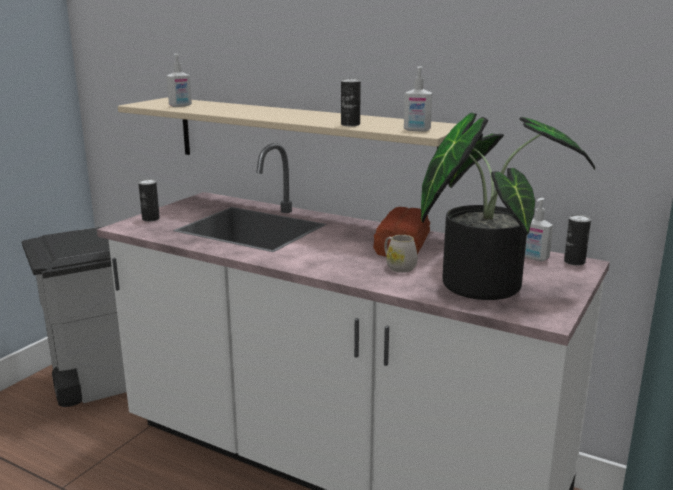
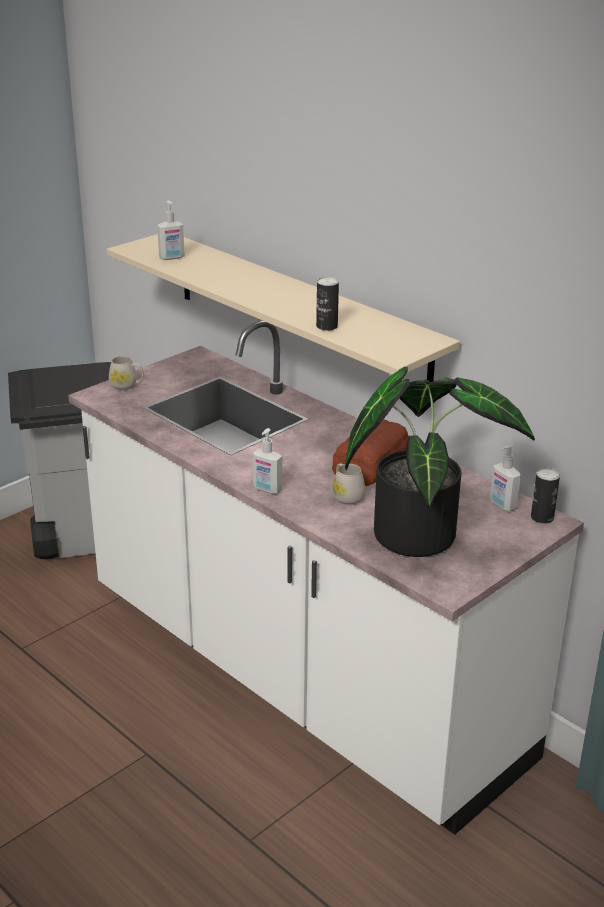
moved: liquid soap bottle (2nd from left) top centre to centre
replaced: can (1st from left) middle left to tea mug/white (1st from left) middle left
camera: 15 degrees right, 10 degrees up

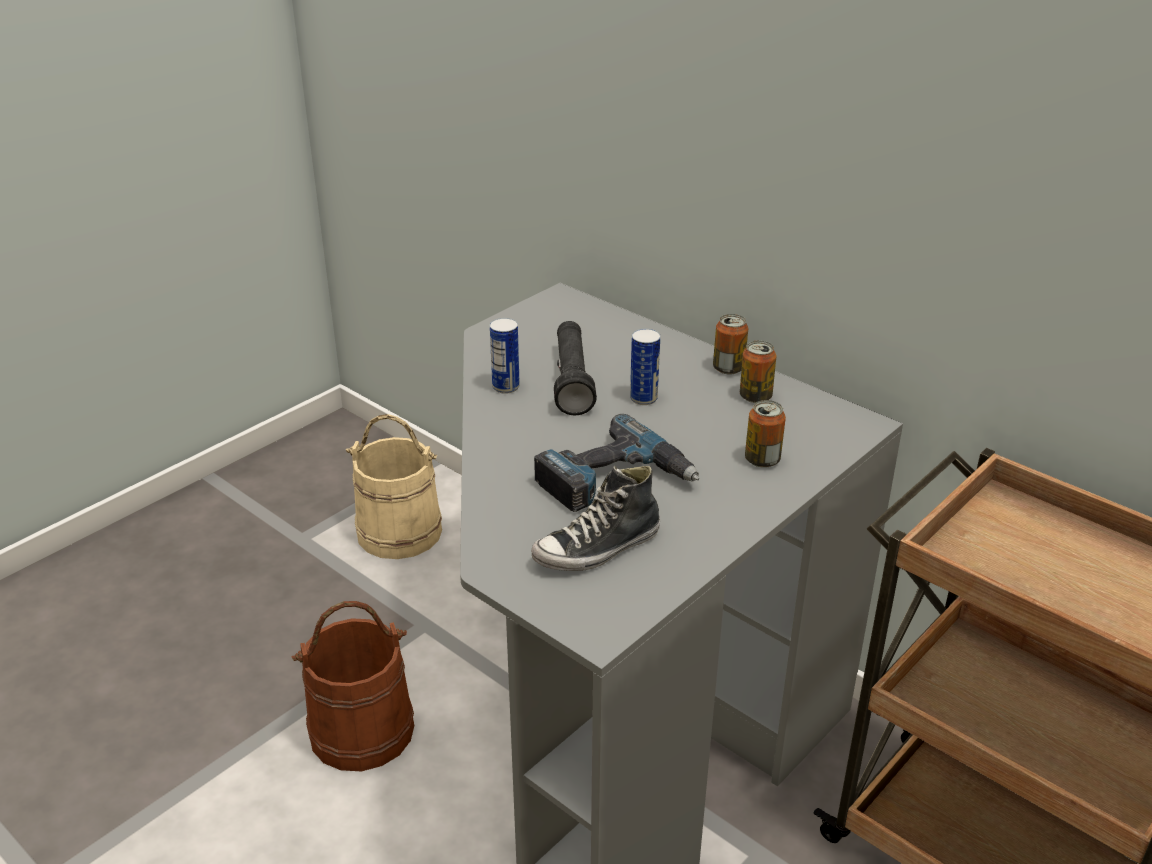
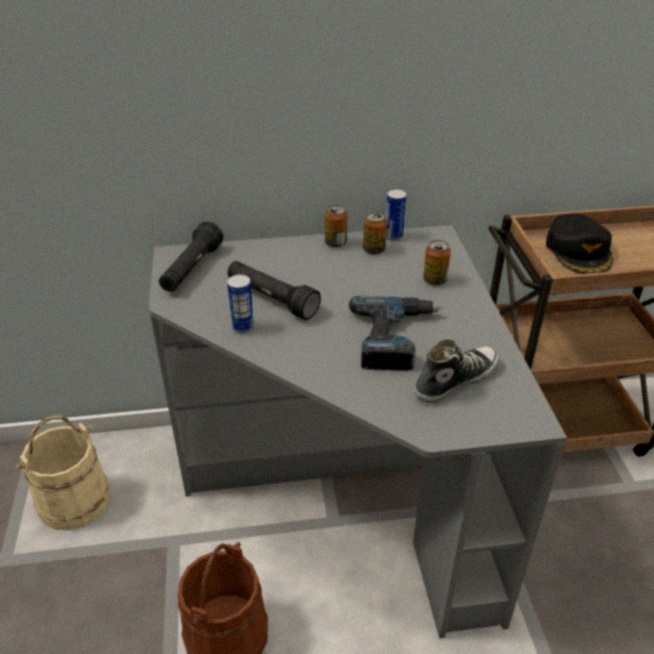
added: flashlight/blackish (1st from left) middle left; baseball cap/blackish middle right
moved: can (2nd from left in the first image) centre to can (4th from left) top centre
turned: low shoe centre = middle right 135 degrees counterclockwise
camera: 50 degrees left, 5 degrees up

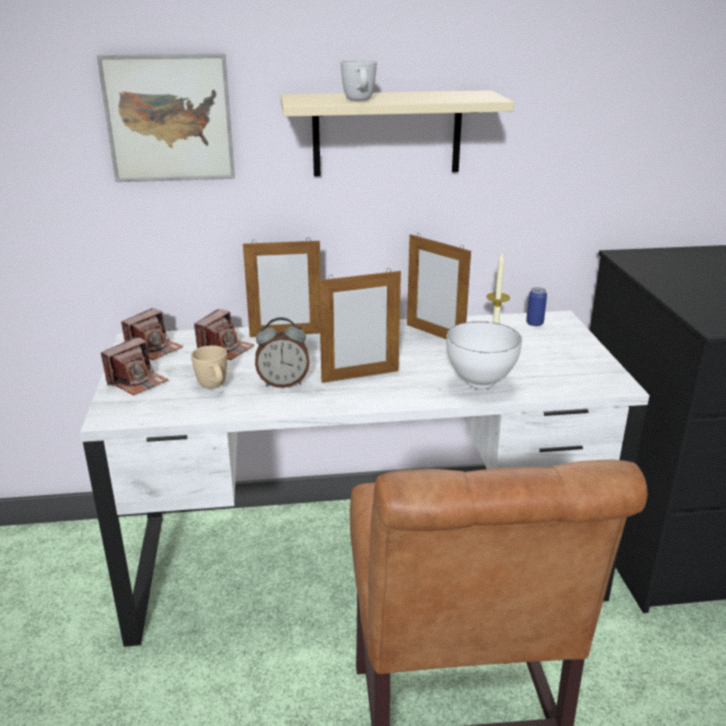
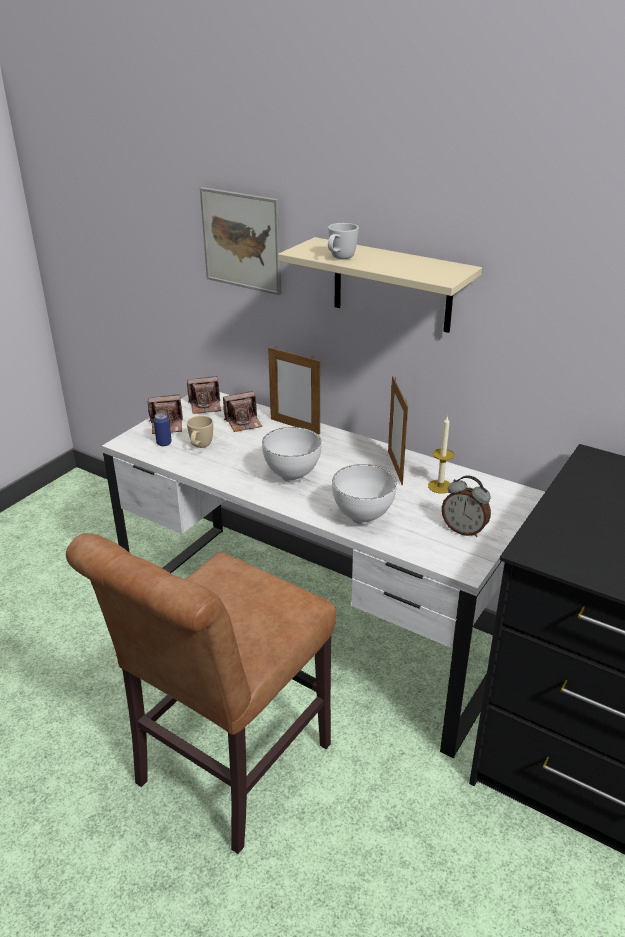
moved: bedside clock centre to middle right; can middle right to middle left
replaced: photo frame (2nd from left) centre to bowl/white (1st from left) centre
camera: 40 degrees right, 5 degrees up

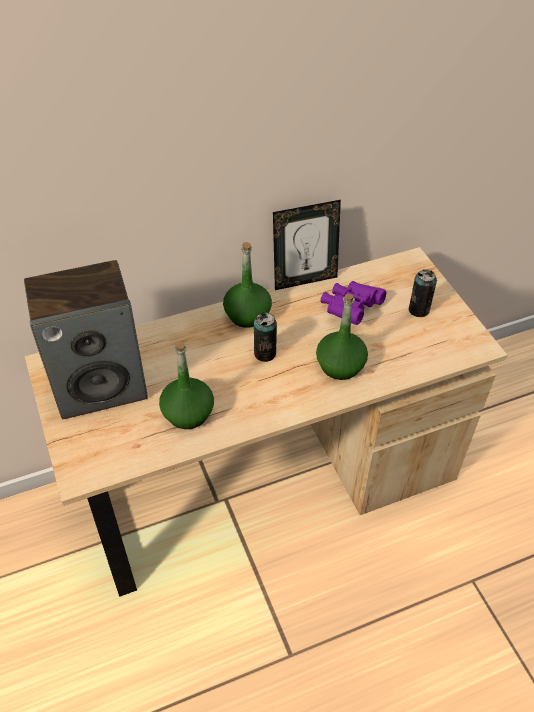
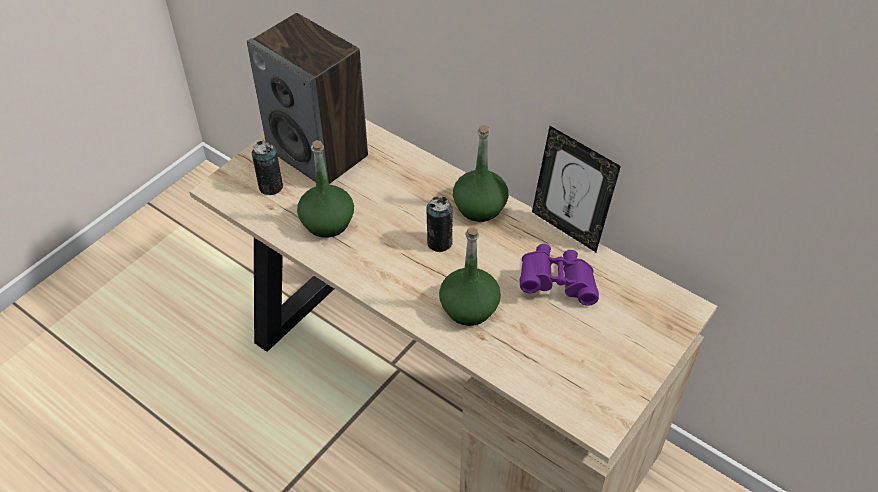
moved: can (2nd from left in the first image) middle right to can (1st from left) middle left
camera: 60 degrees right, 0 degrees up

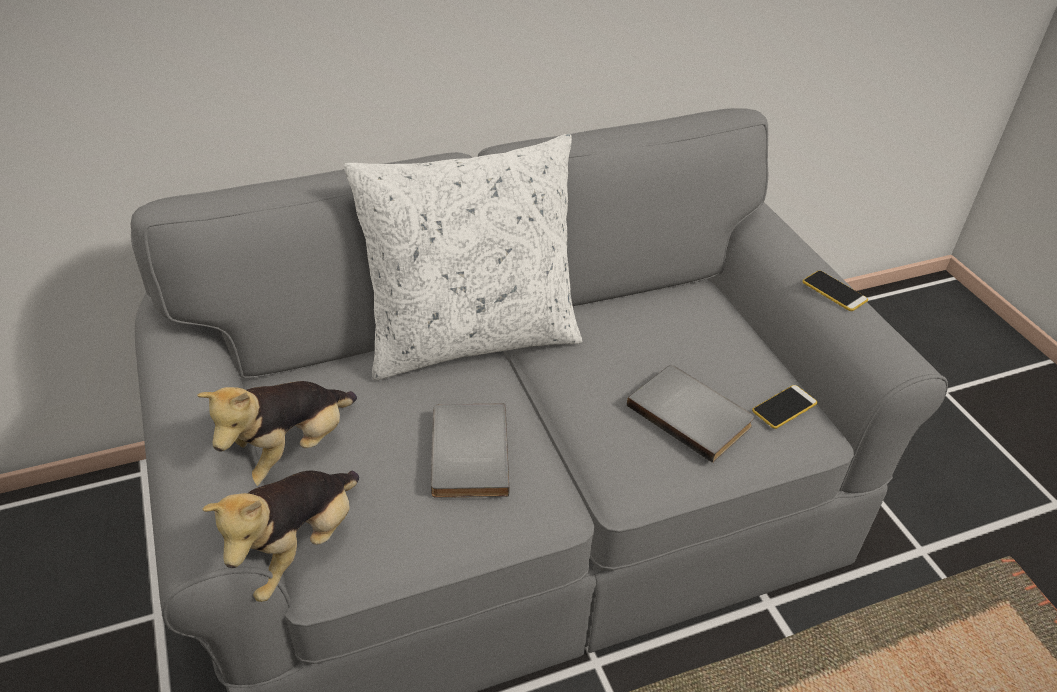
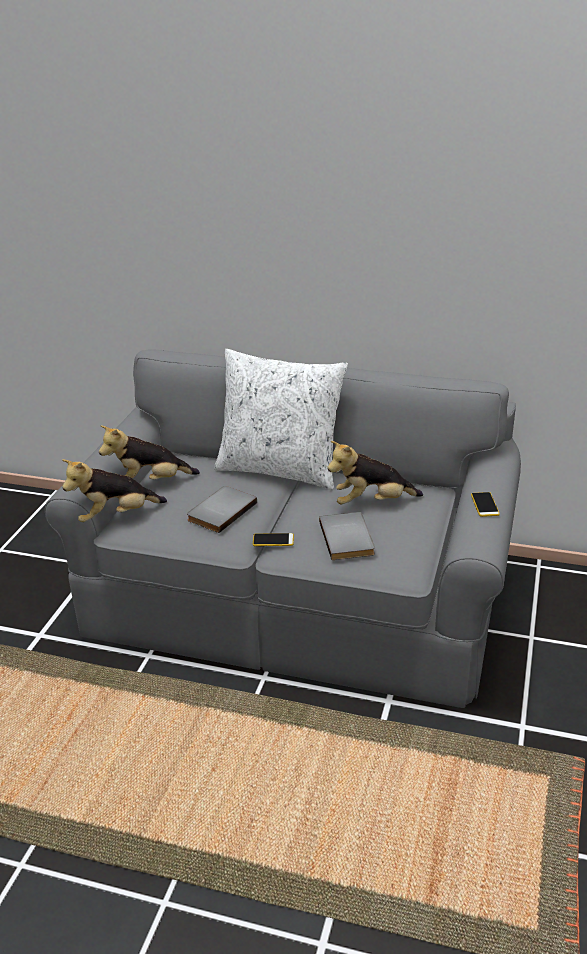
added: cuddly toy (3rd from left) centre
moved: handset (1st from left) middle right to centre
camera: 40 degrees right, 10 degrees down

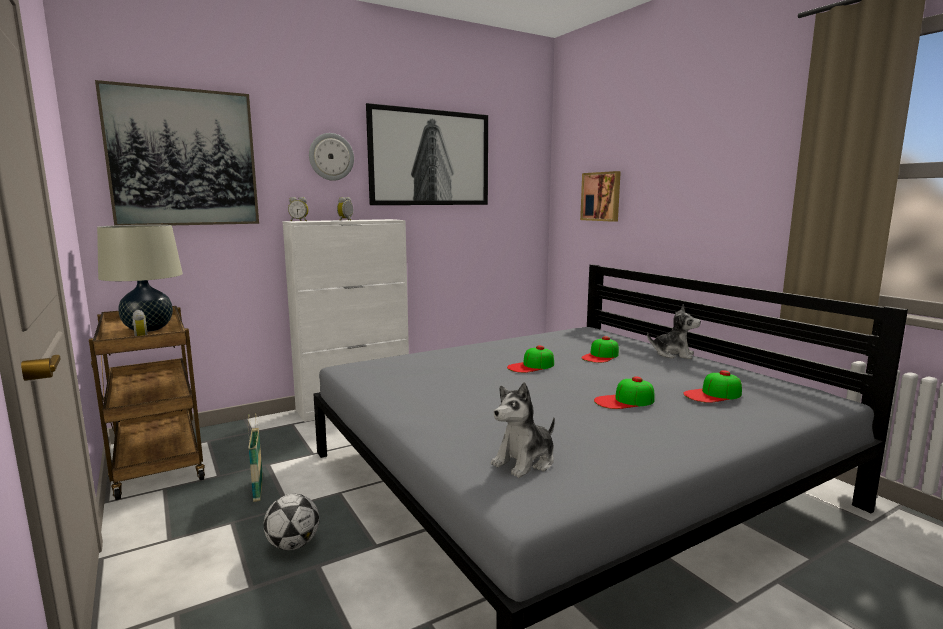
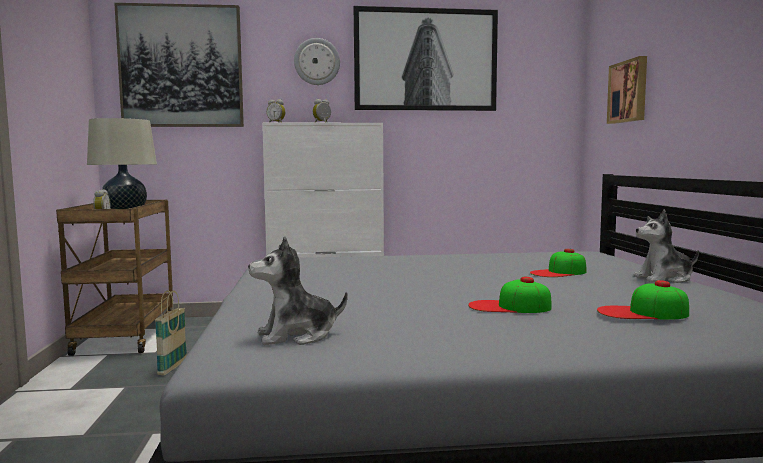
removed: football bottom left; baseball cap (1st from left) centre
turned: cuddly toy (2nd from left) middle right = middle right 120 degrees clockwise
camera: 25 degrees right, 5 degrees down

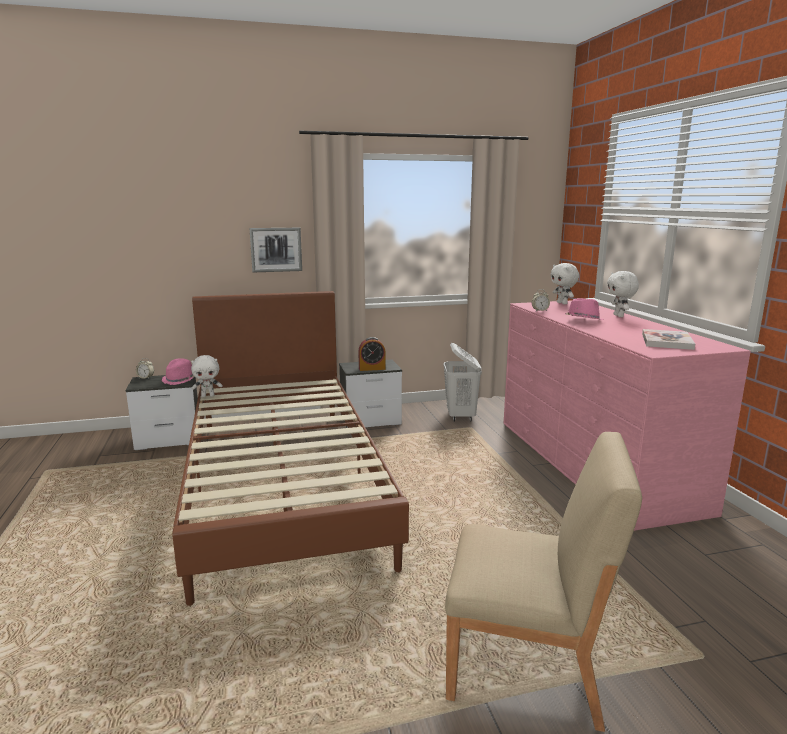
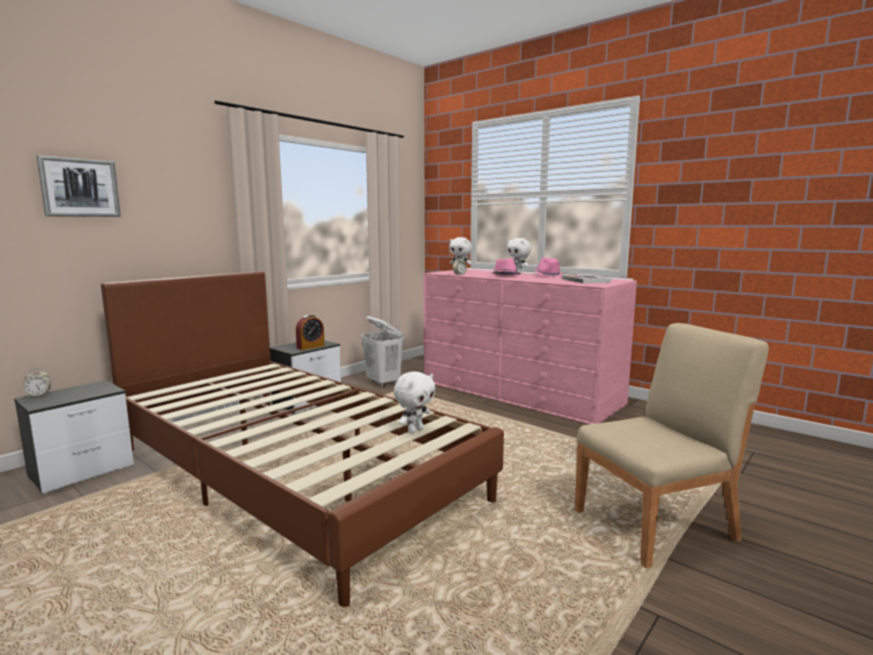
moved: wearable hat/pink-coloured (1st from left in the first image) middle left to wearable hat/pink-coloured (2nd from left) centre; cuddly toy/white (1st from left) middle left to centre; picture centre to top left
camera: 35 degrees left, 5 degrees down

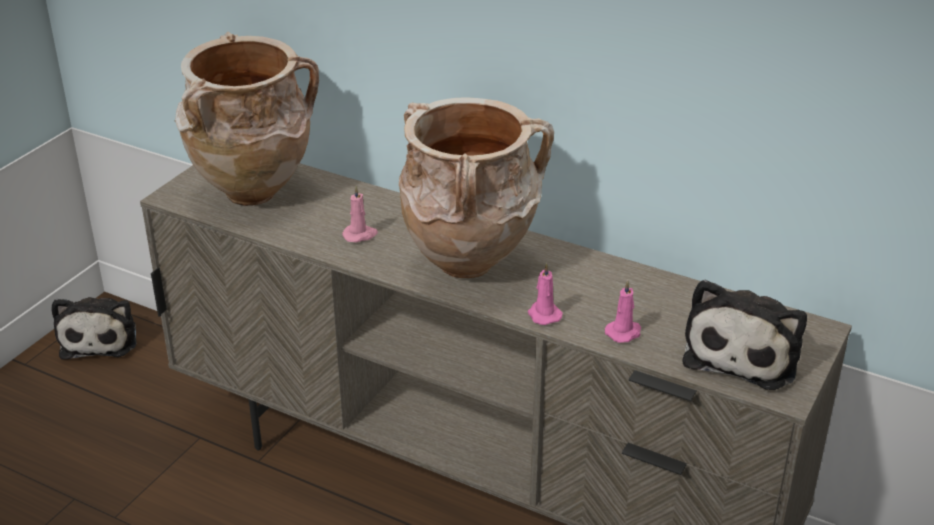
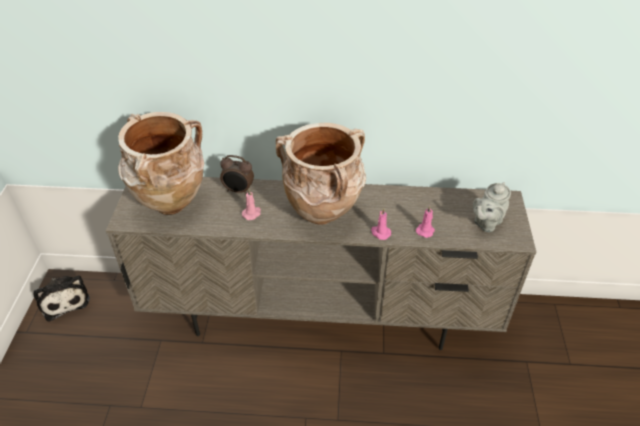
added: bedside clock centre
replaced: cuddly toy (2nd from left) middle right to pot for tea/grey middle right
camera: 25 degrees left, 10 degrees up

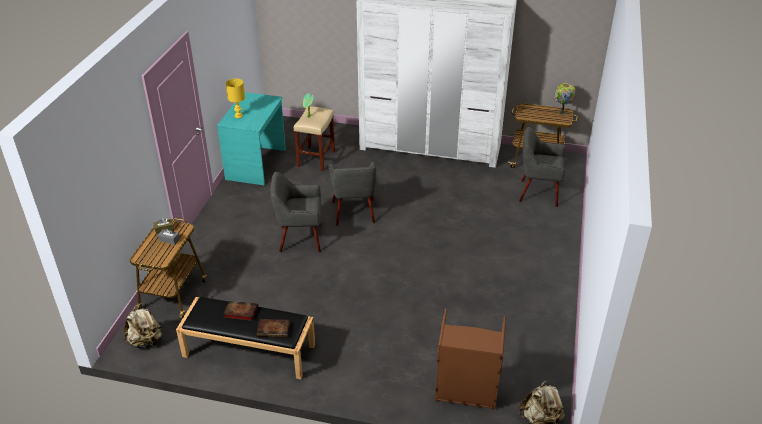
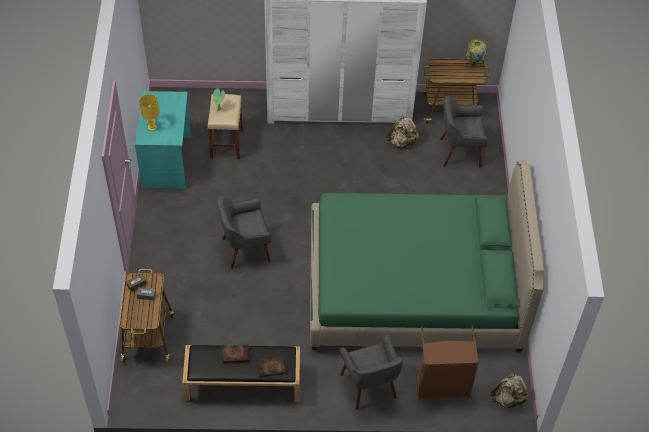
added: bed/greenish centre
moved: backpack/beige (1st from left) bottom left to top centre; armchair/grey (2nd from left) centre to bottom centre
camera: 15 degrees left, 15 degrees up

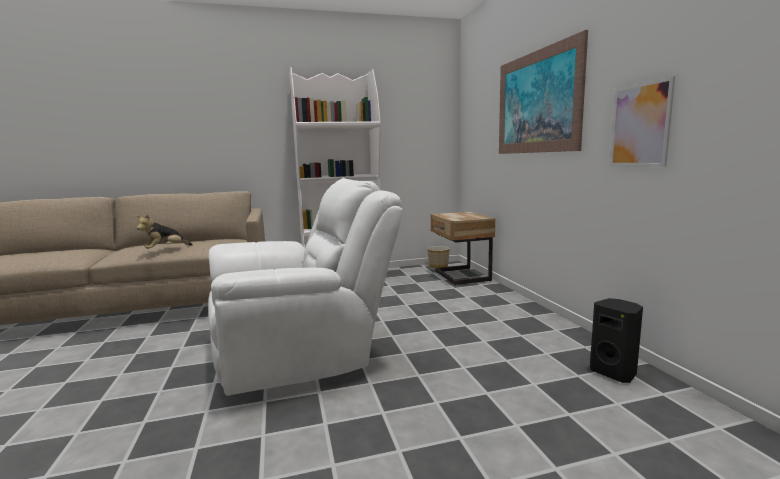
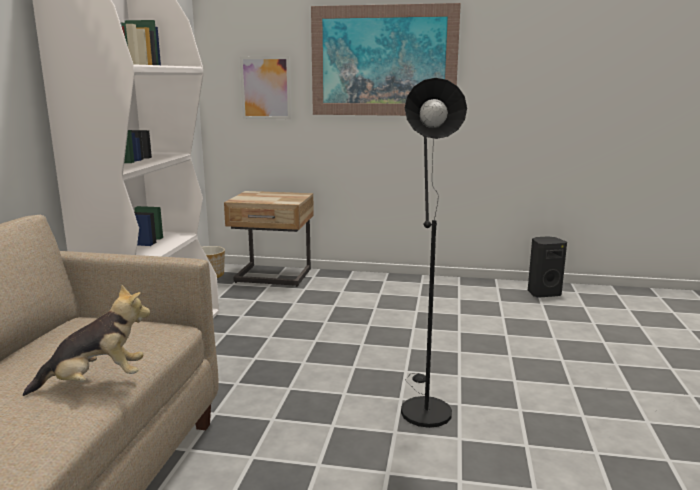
moved: picture (2nd from left in the first image) top right to picture (1st from left) top centre
replaced: armchair/white centre to floor lamp/blackish centre
turned: cuddly toy middle left = bottom left 90 degrees counterclockwise
camera: 65 degrees left, 5 degrees up

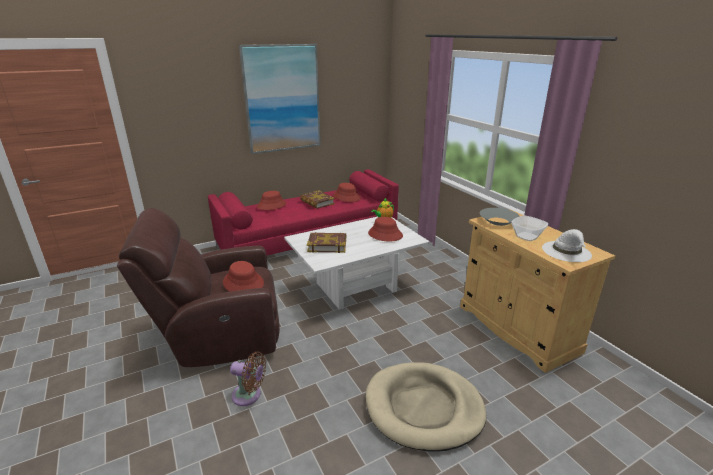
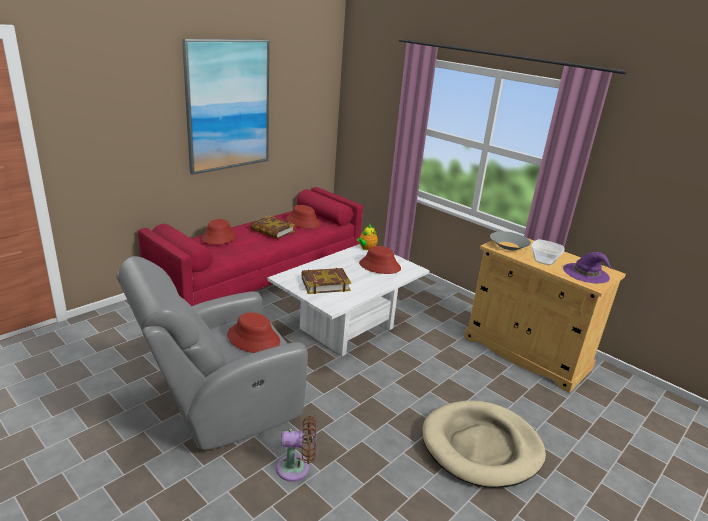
recoloured: armchair/brownish middle left to armchair/grey bottom left; wearable hat/white middle right to wearable hat/purple middle right
camera: 20 degrees left, 0 degrees up

